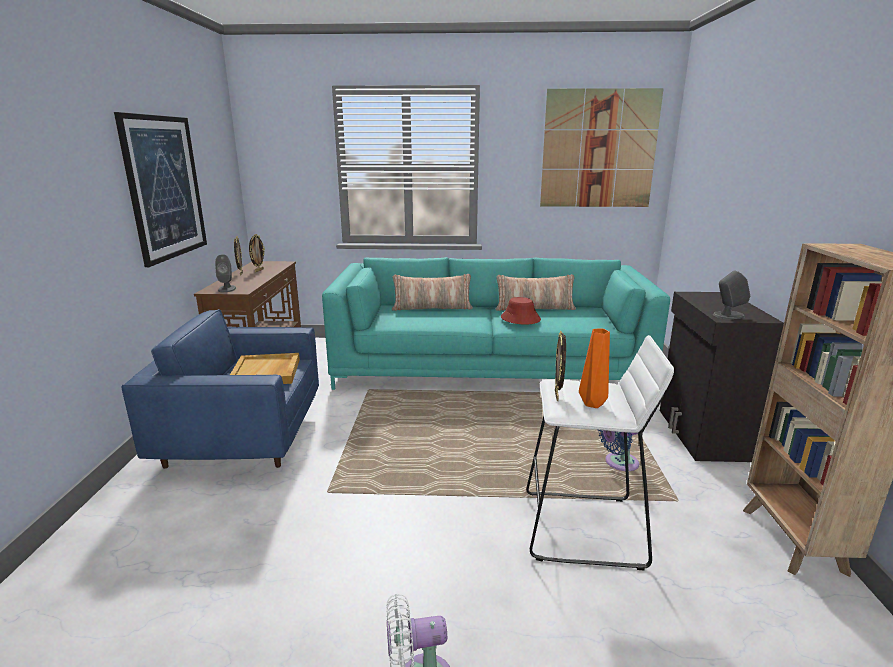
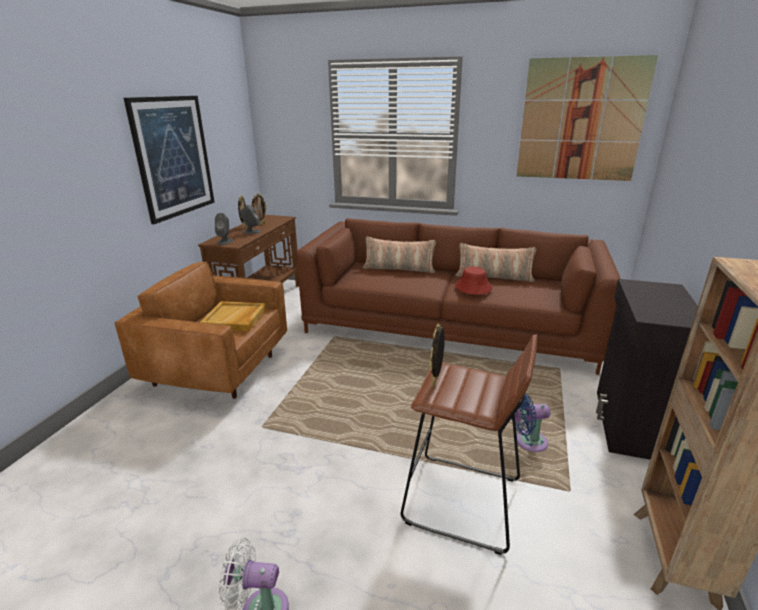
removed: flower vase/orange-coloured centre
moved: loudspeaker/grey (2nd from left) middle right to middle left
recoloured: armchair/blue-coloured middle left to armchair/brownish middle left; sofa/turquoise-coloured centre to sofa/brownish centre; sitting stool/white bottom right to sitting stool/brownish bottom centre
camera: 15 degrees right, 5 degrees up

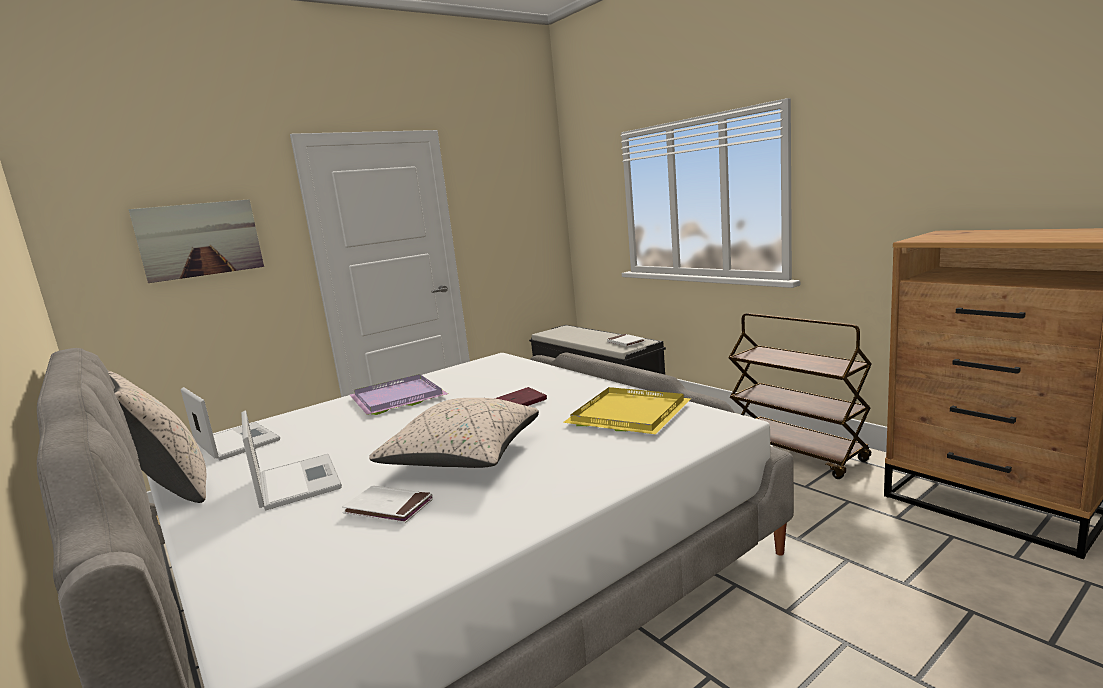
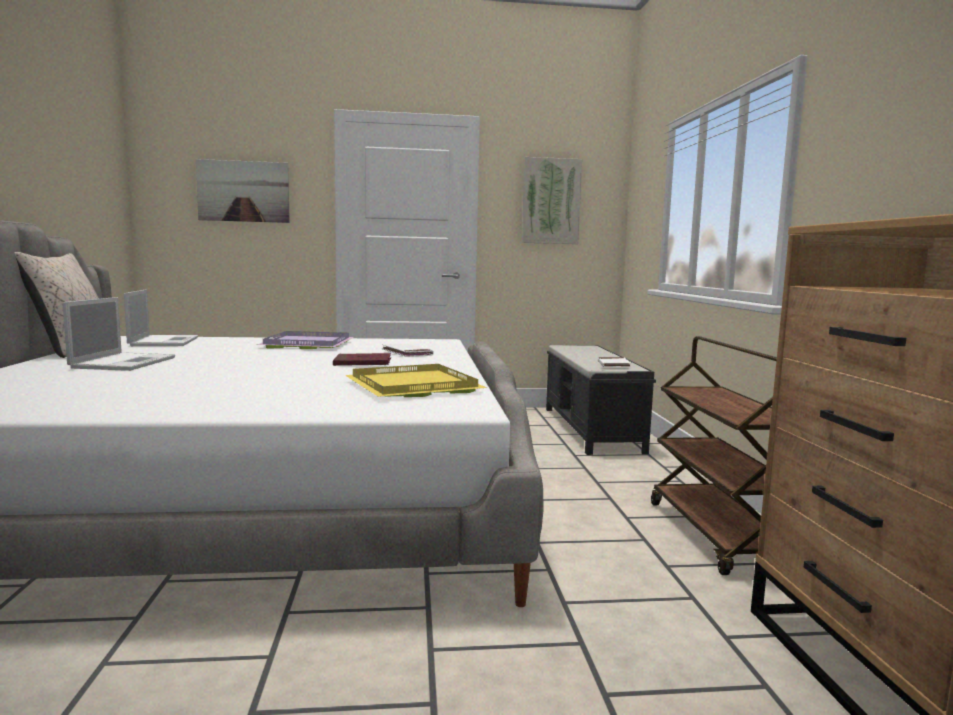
removed: throw pillow/beige (2nd from left) centre
added: picture (2nd from left) top centre
moved: book/white (1st from left) bottom centre to centre
camera: 30 degrees right, 5 degrees down

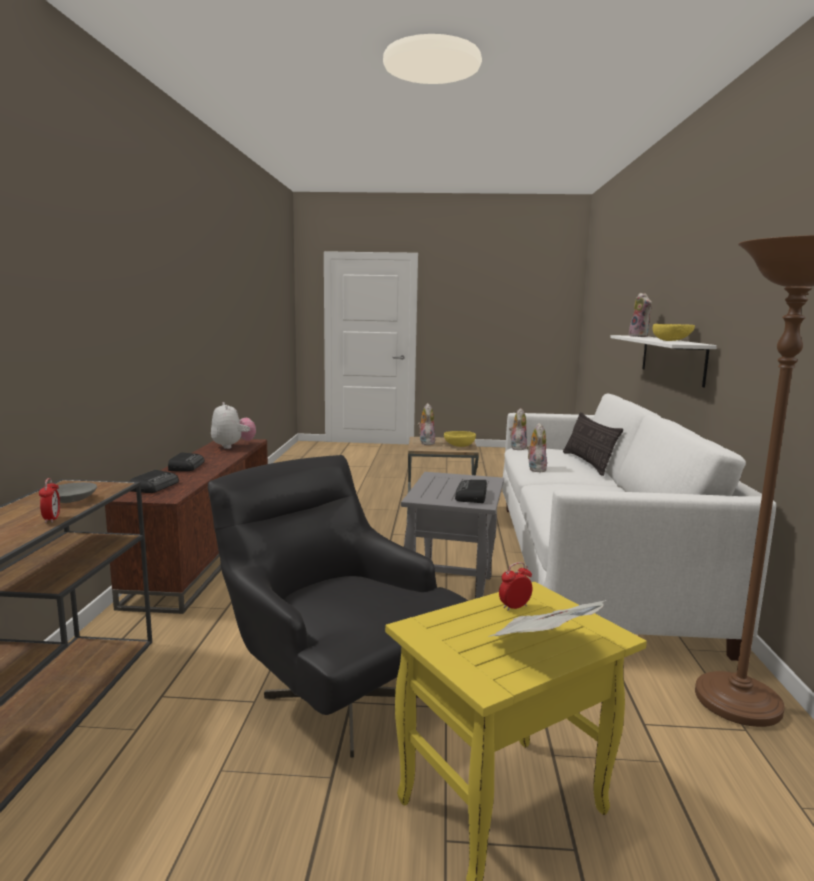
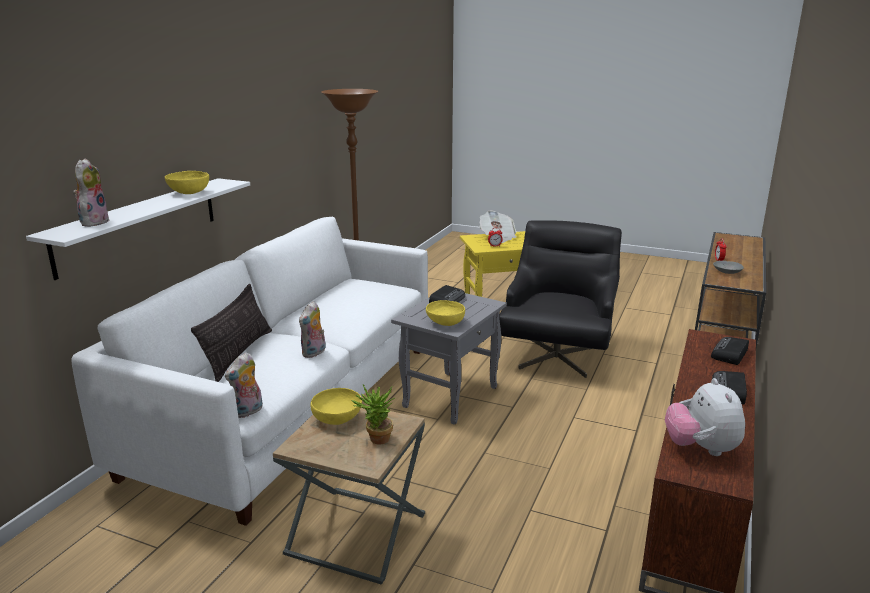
added: bowl/yellow-coloured (3rd from left) centre
replaced: cuddly toy (2nd from left) centre to houseplant bottom centre
turned: armchair/blackish bottom centre = centre 135 degrees counterclockwise
camera: 160 degrees left, 10 degrees up

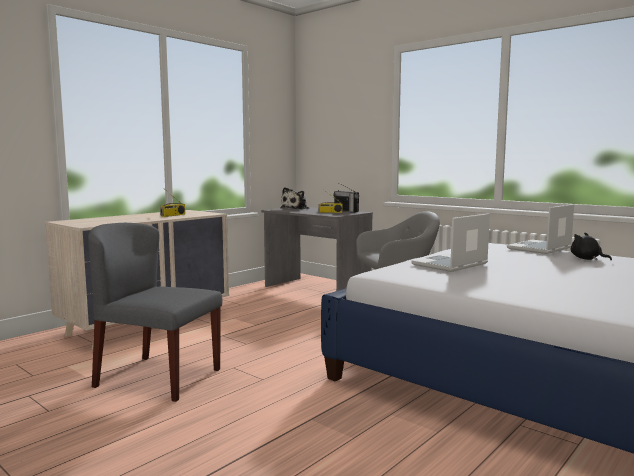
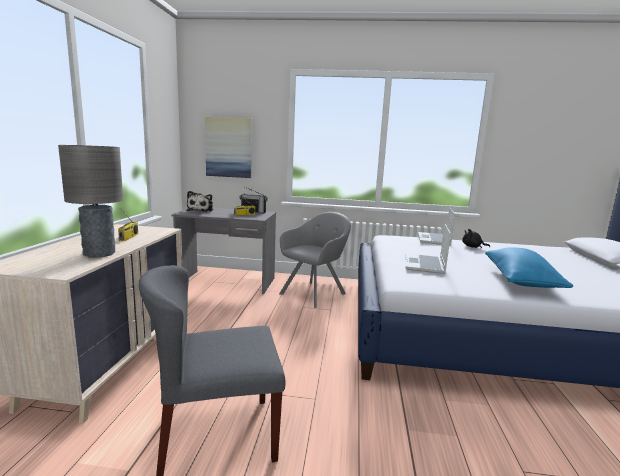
added: lamp for a table/grey middle left; picture top centre; throw pillow/blue-coloured middle right
camera: 35 degrees left, 5 degrees up

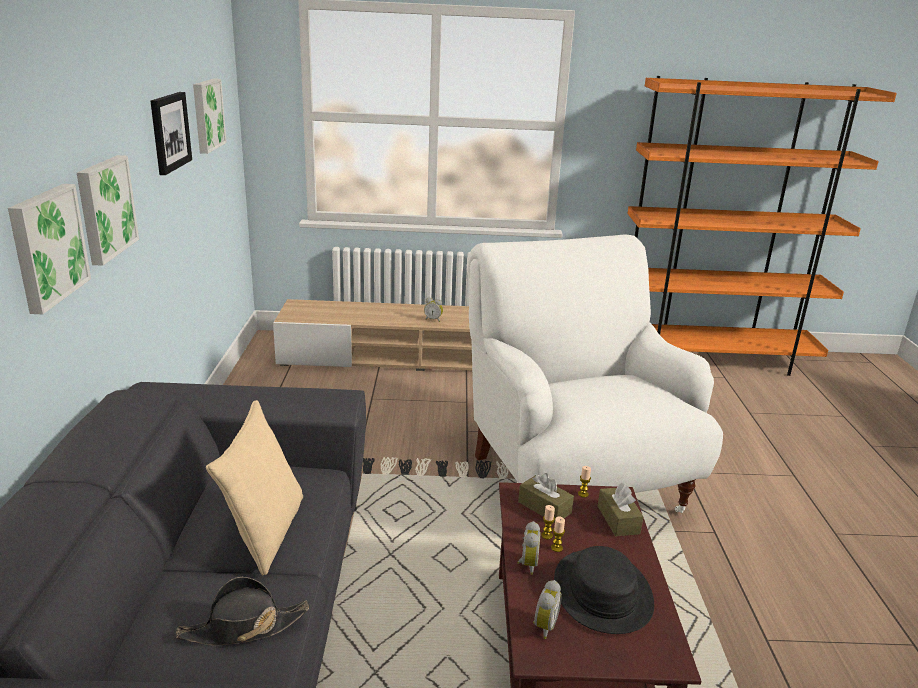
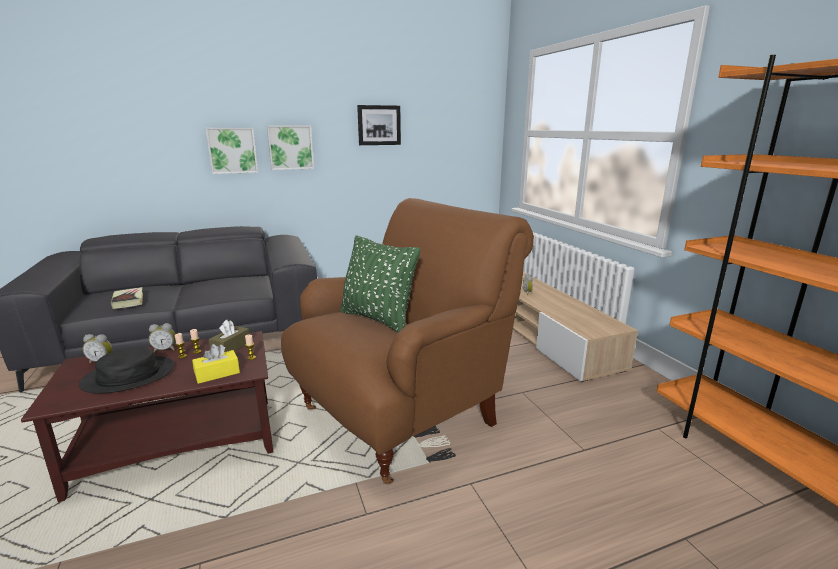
removed: picture (4th from left) top left; throw pillow/beige bottom left
added: throw pillow/greenish centre
replaced: wearable hat/blackish (1st from left) bottom left to book middle left
recoloured: armchair/white centre to armchair/brownish centre; tissue holder/brownish (2nd from left) bottom right to tissue holder/yellow-coloured middle left
camera: 70 degrees right, 5 degrees down

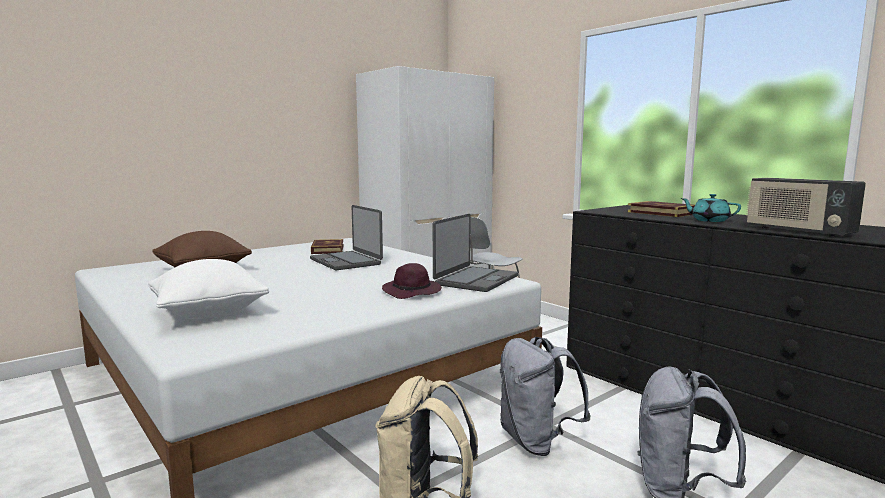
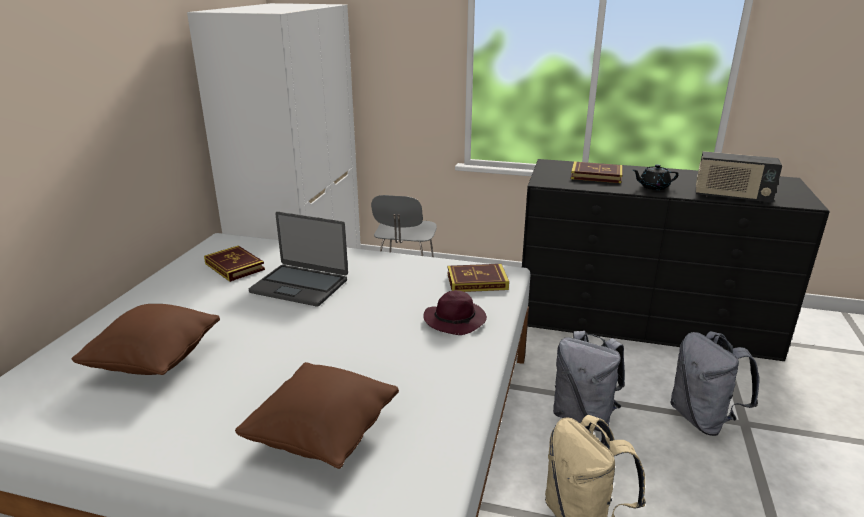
replaced: portable computer (2nd from left) centre to book (2nd from left) centre
recoloured: throw pillow/white middle left to throw pillow/brownish (2nd from left) bottom centre; pot for tea/turquoise-coloured middle right to pot for tea/blackish middle right
camera: 35 degrees left, 15 degrees up

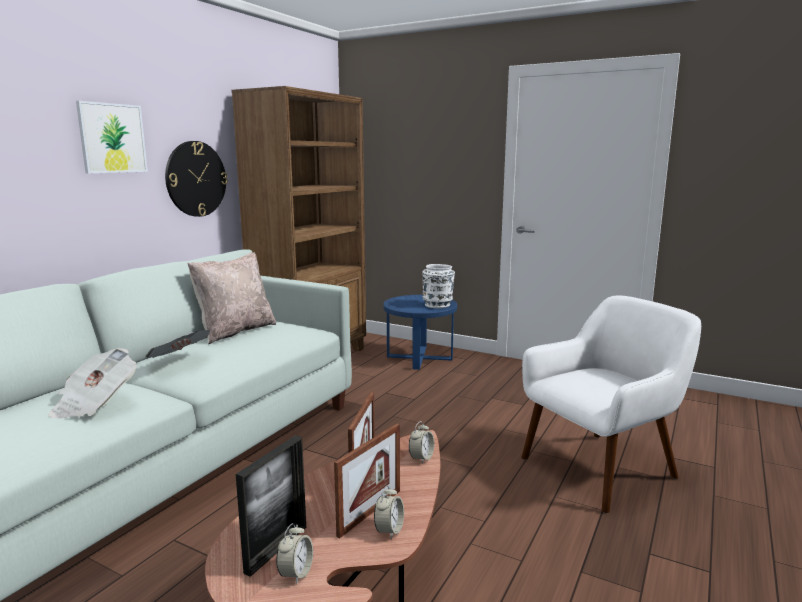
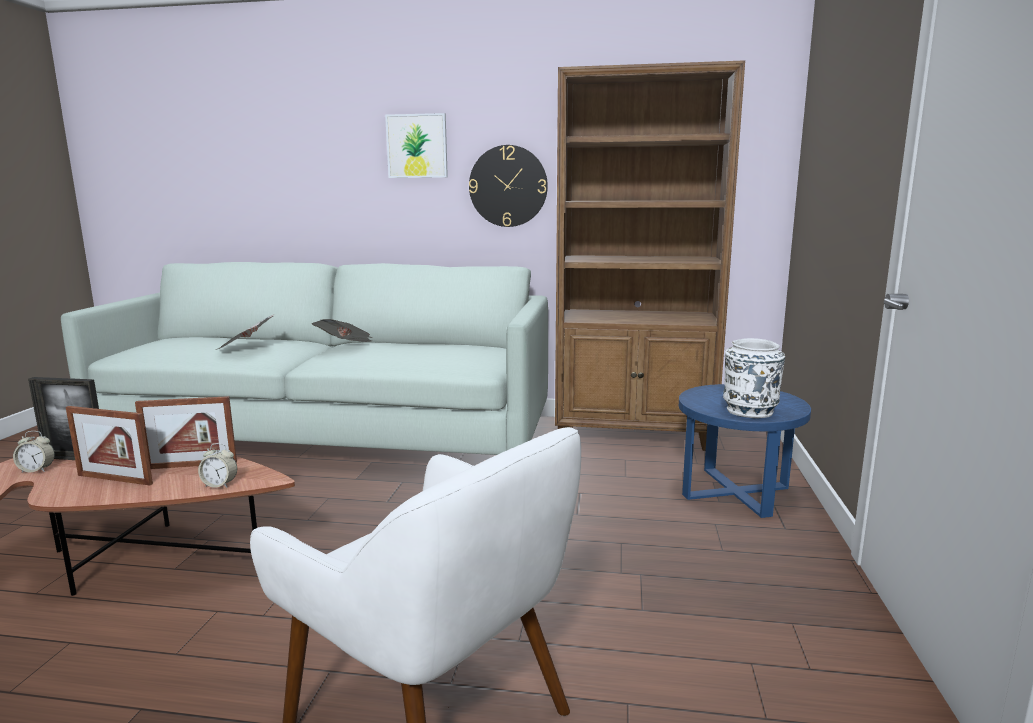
removed: throw pillow/beige middle left; bedside clock (2nd from left) bottom centre
camera: 70 degrees right, 0 degrees up

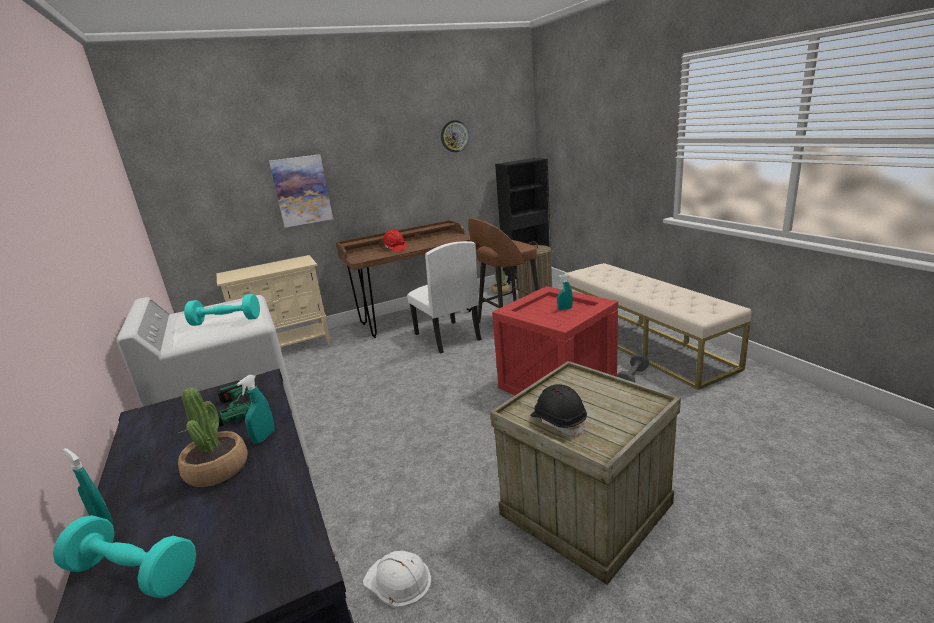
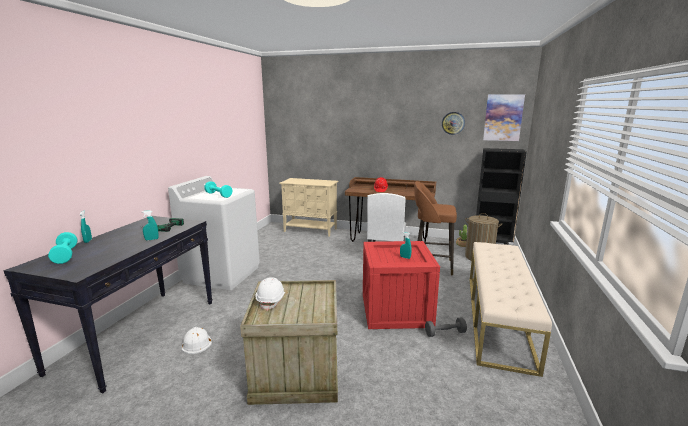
removed: houseplant (1st from left) bottom left
moved: picture top left to top right
recoloured: hard hat/blackish centre to hard hat/white (2nd from left) bottom centre
camera: 40 degrees right, 5 degrees down

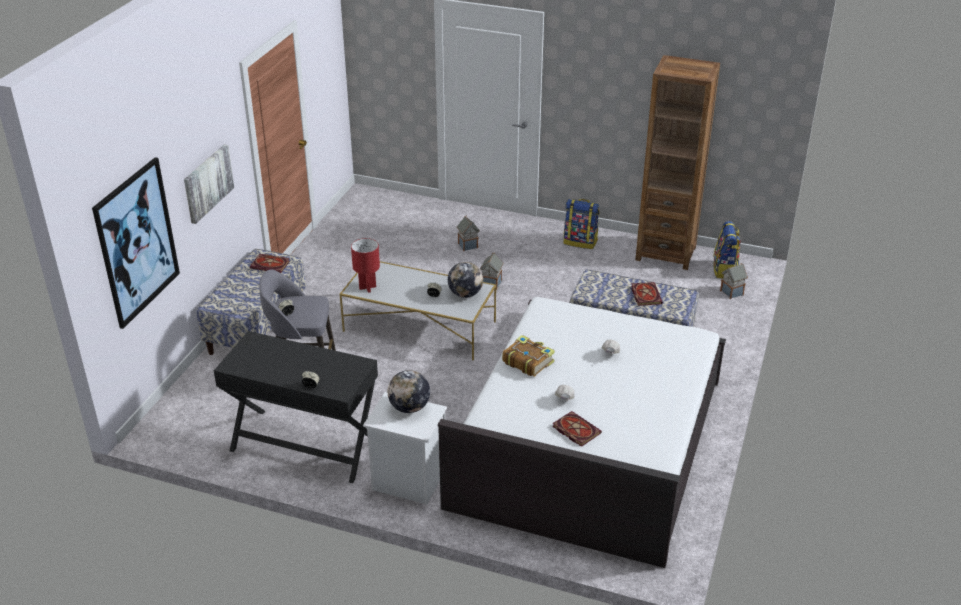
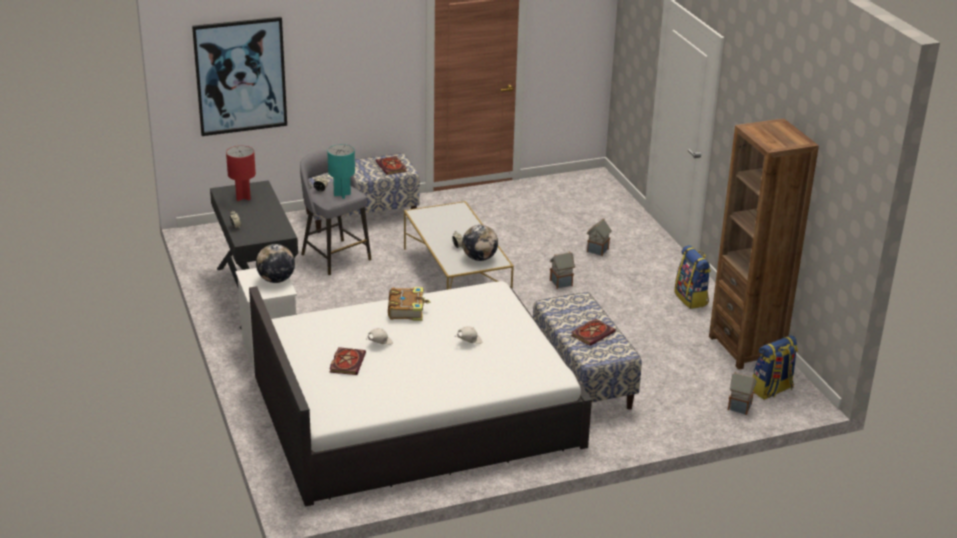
removed: picture (2nd from left) top left
added: lamp for a table/turquoise-coloured top centre
moved: lamp for a table/red centre to top left
camera: 50 degrees right, 5 degrees down

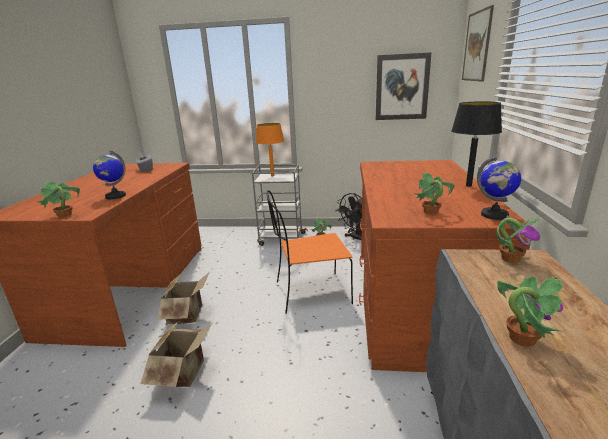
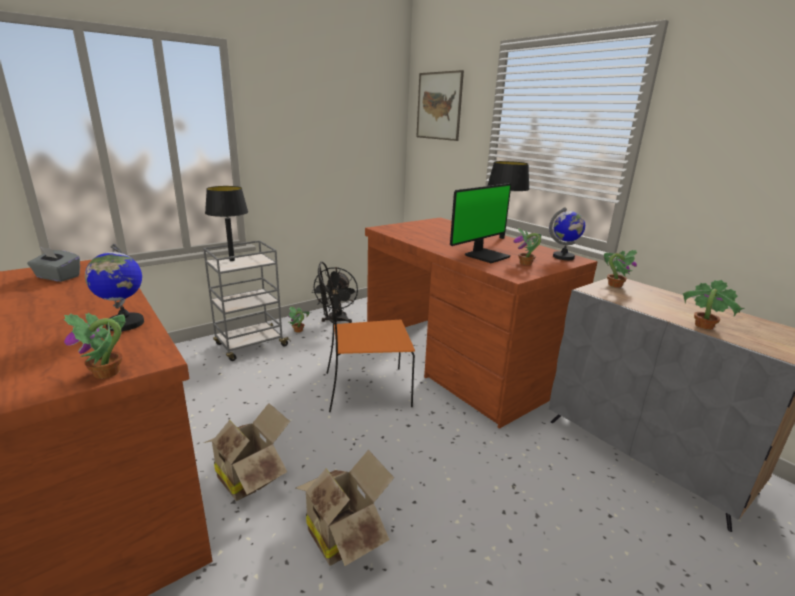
removed: picture (1st from left) top centre
added: computer display centre
recoloured: lamp for a table/orange-coloured centre to lamp for a table/blackish (1st from left) middle left
turned: plain chair/orange-coloured centre = centre 45 degrees clockwise
camera: 45 degrees left, 0 degrees up

